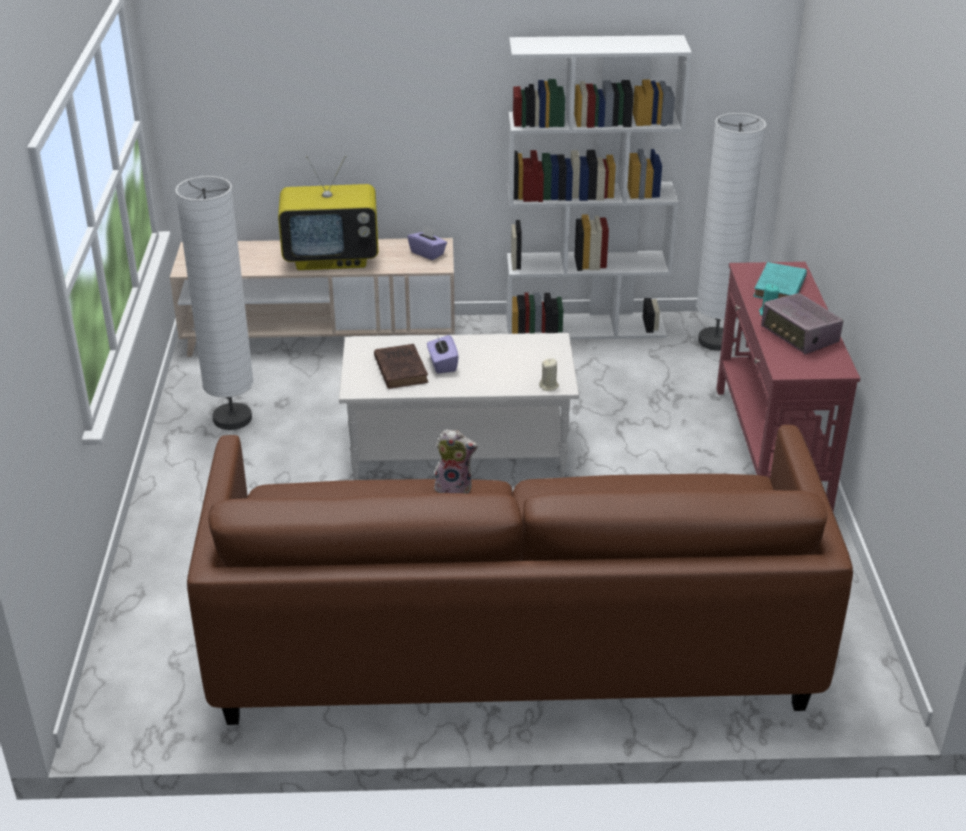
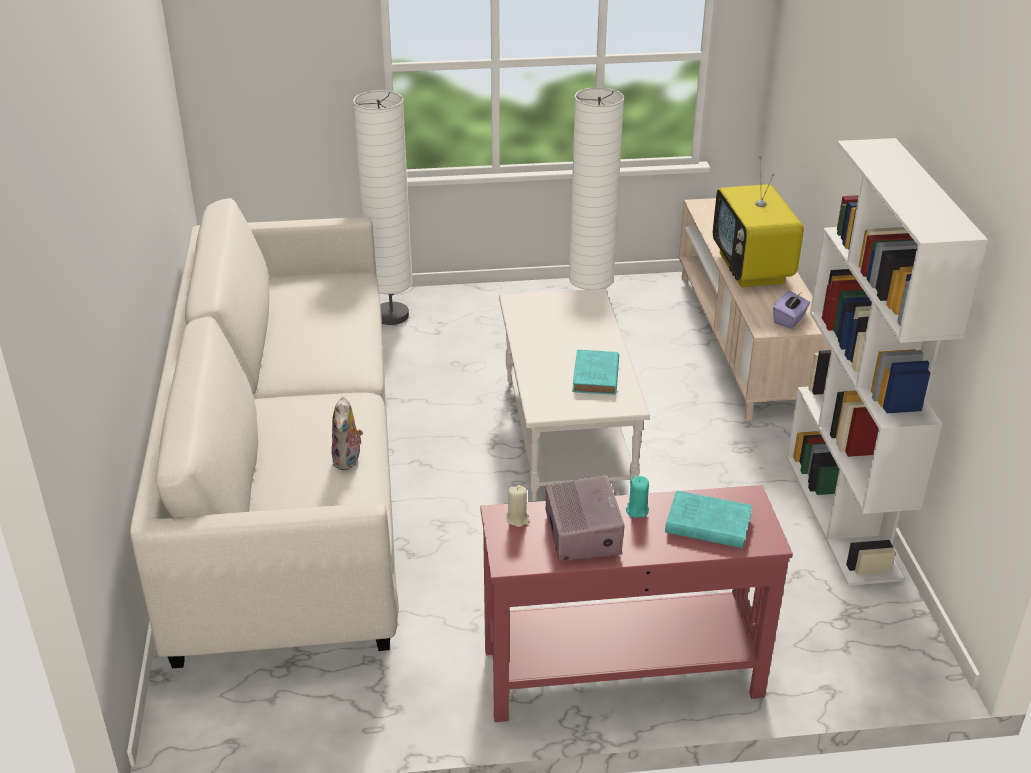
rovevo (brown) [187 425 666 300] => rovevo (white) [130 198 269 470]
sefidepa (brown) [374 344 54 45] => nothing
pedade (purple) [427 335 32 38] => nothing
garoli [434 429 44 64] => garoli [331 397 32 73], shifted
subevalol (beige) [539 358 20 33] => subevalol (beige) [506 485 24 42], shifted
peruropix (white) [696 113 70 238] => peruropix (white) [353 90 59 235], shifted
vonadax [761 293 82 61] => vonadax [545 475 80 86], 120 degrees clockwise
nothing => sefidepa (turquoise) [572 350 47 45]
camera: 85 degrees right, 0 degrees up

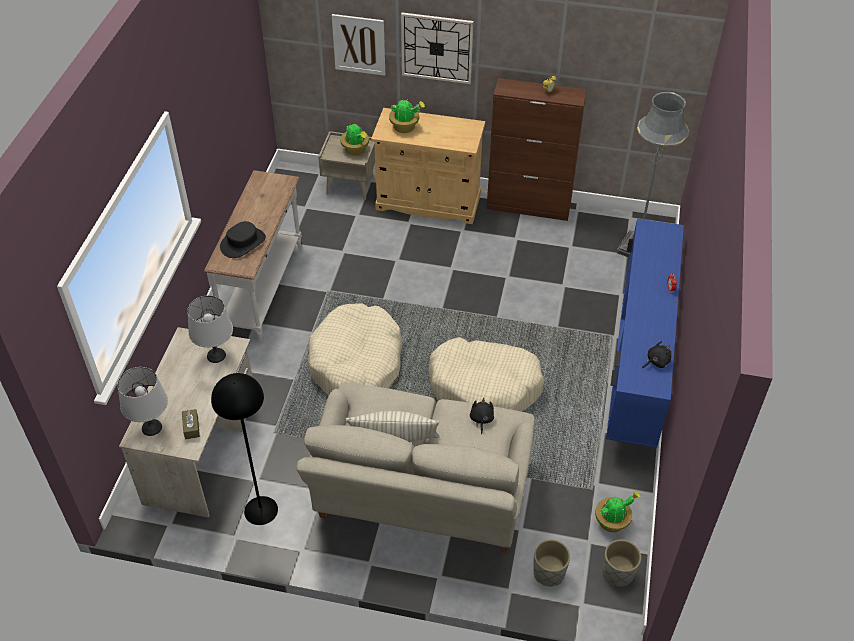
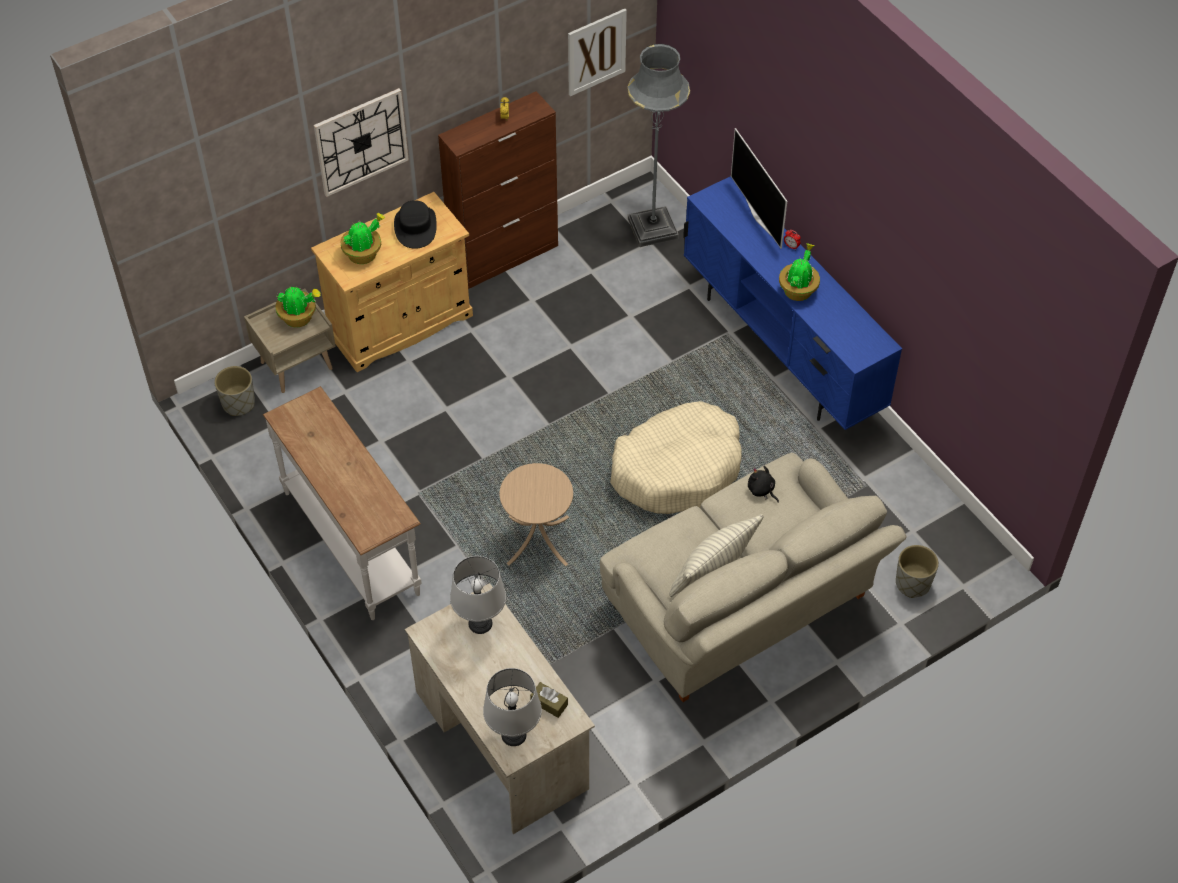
peruropix (black) [211 373 67 152] => nothing
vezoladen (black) [220 221 46 37] => vezoladen (black) [394 200 43 49], shifted
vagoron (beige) [307 303 95 93] => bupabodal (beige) [500 463 73 103]
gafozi [332 14 53 62] => gafozi [568 9 59 87], shifted
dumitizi [595 491 46 41] => dumitizi [779 243 41 58], shifted
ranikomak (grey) [603 539 38 48] => ranikomak (grey) [214 366 41 50], shifted
garoli (black) [642 341 29 27] => nothing
nothing => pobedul [731 128 56 121]
camera: 45 degrees left, 5 degrees up

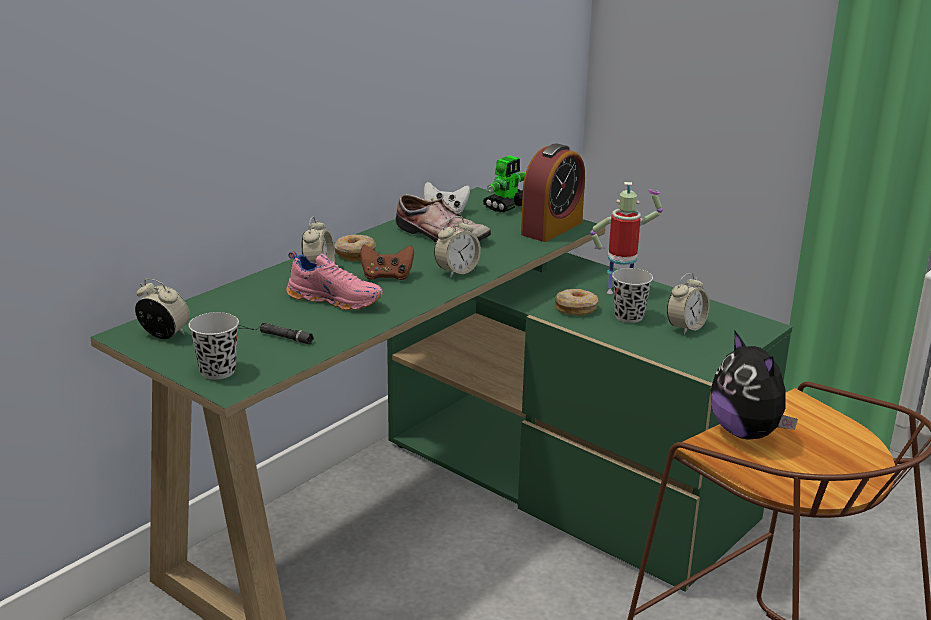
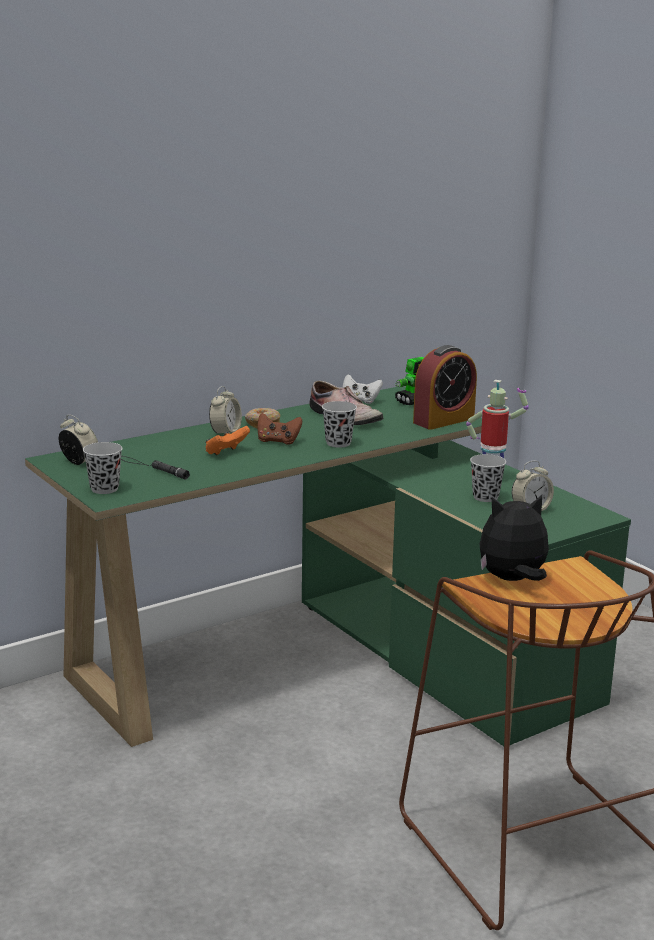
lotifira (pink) [286 251 97 59] => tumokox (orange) [206 426 44 29]
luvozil [434 216 47 62] => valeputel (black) [322 401 35 47]
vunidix [555 289 43 27] => nothing
garoli [710 330 88 110] => garoli [479 495 70 86], 90 degrees clockwise
camera: 15 degrees right, 5 degrees down

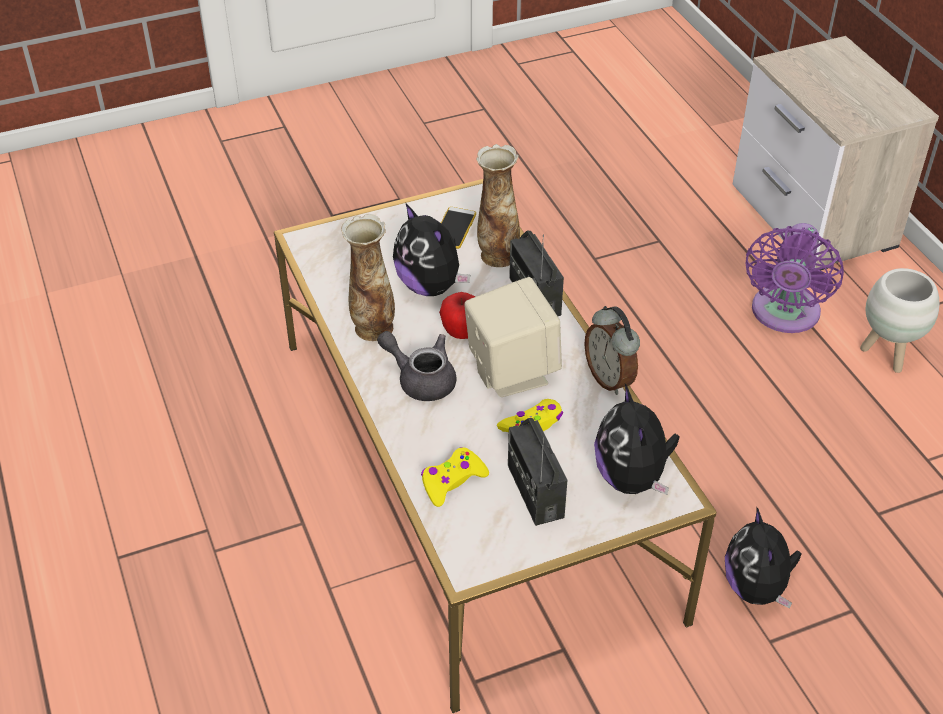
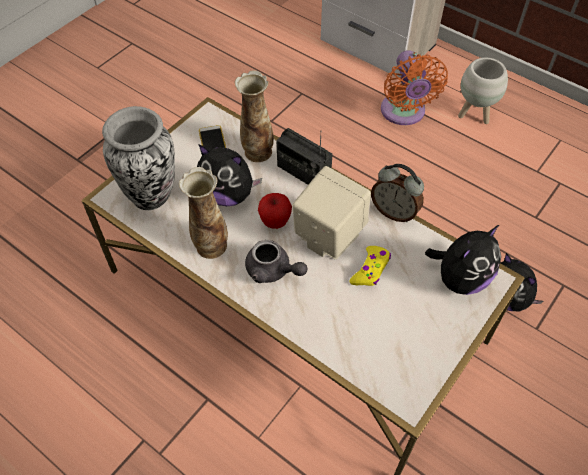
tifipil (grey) [377 331 79 70] => tifipil (grey) [245 240 62 43], 150 degrees counterclockwise
tumokox (yellow) [421 447 68 60] => nothing
vonadax [508 418 59 108] => nothing
garoli [594 384 86 111] => garoli [425 225 76 70], 90 degrees counterclockwise
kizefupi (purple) [746 223 98 110] => kizefupi (orange) [381 50 67 75]
nothing => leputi [102 106 73 104]
camera: 30 degrees left, 10 degrees up

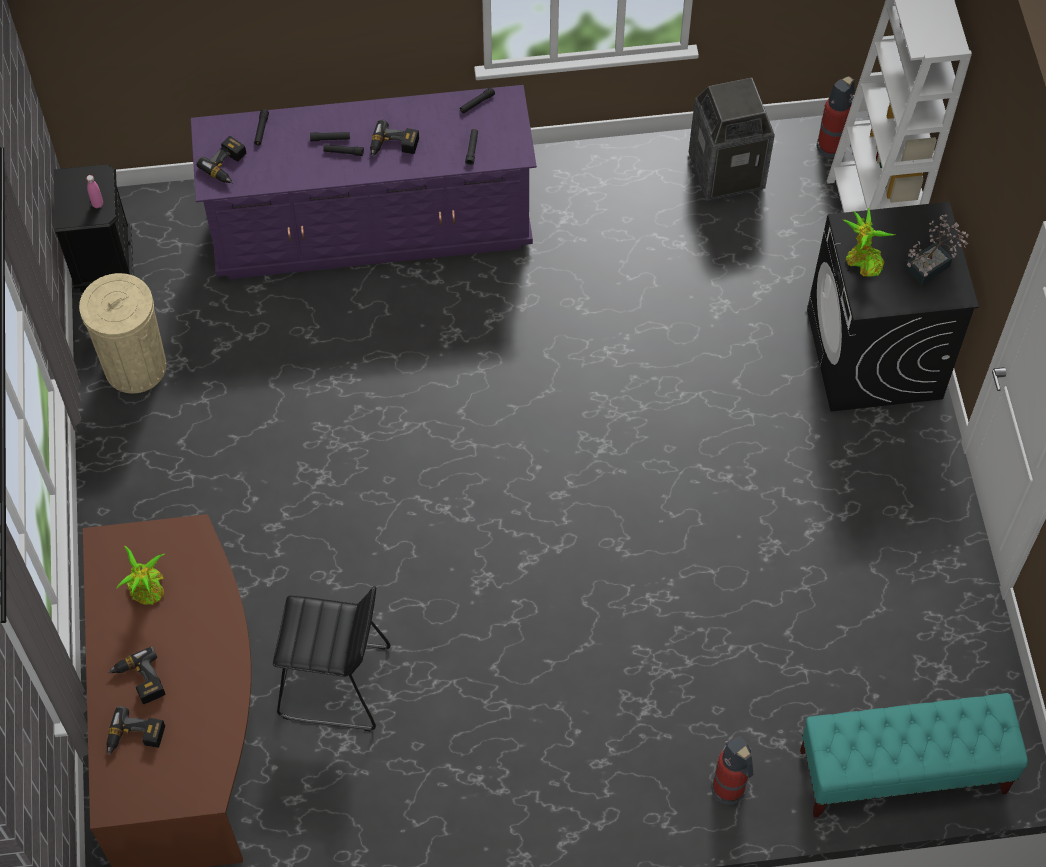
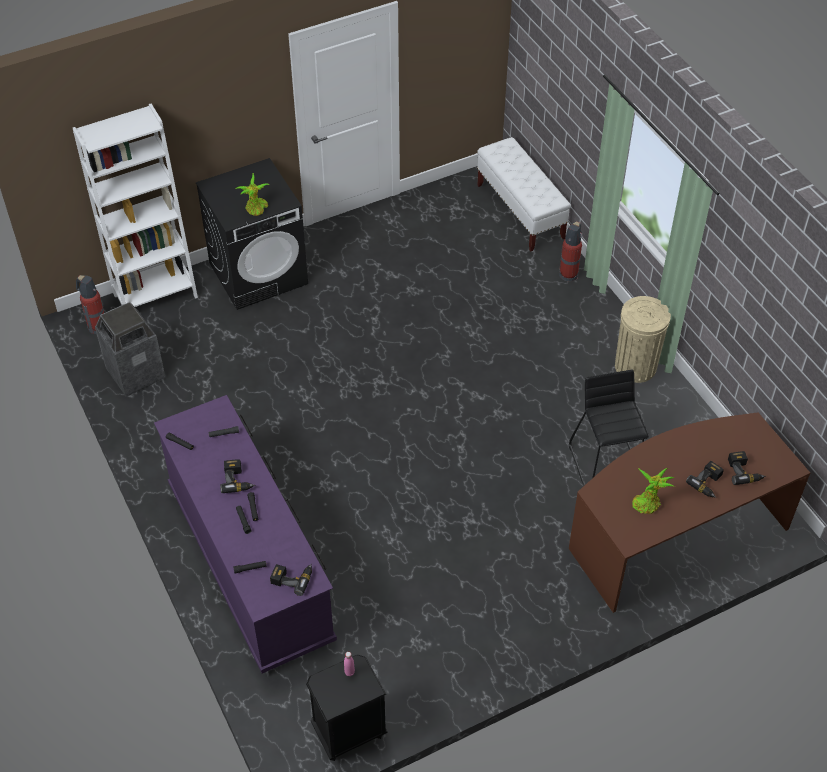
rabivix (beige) [79 273 88 120] => rabivix (beige) [615 296 56 87], shifted
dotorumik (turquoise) [800 693 228 124] => dotorumik (white) [477 137 94 115]
dumitizi [905 214 64 71] => nothing
camera: 110 degrees left, 10 degrees down

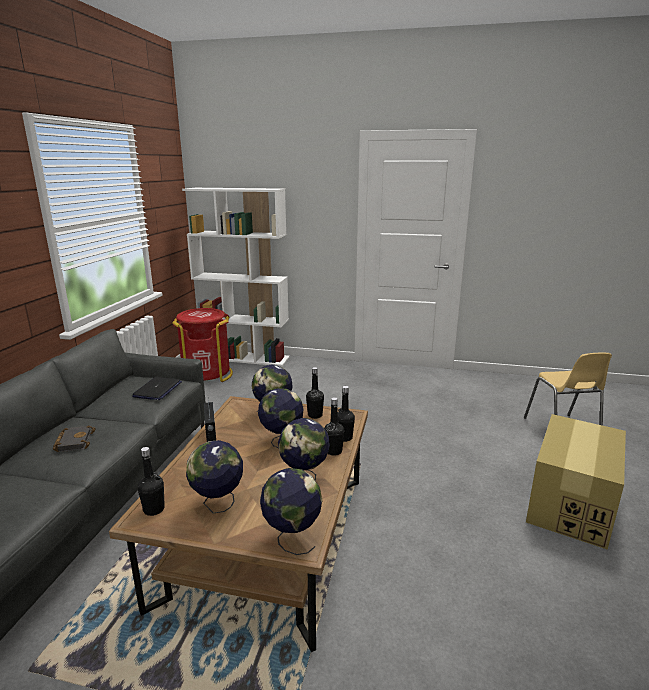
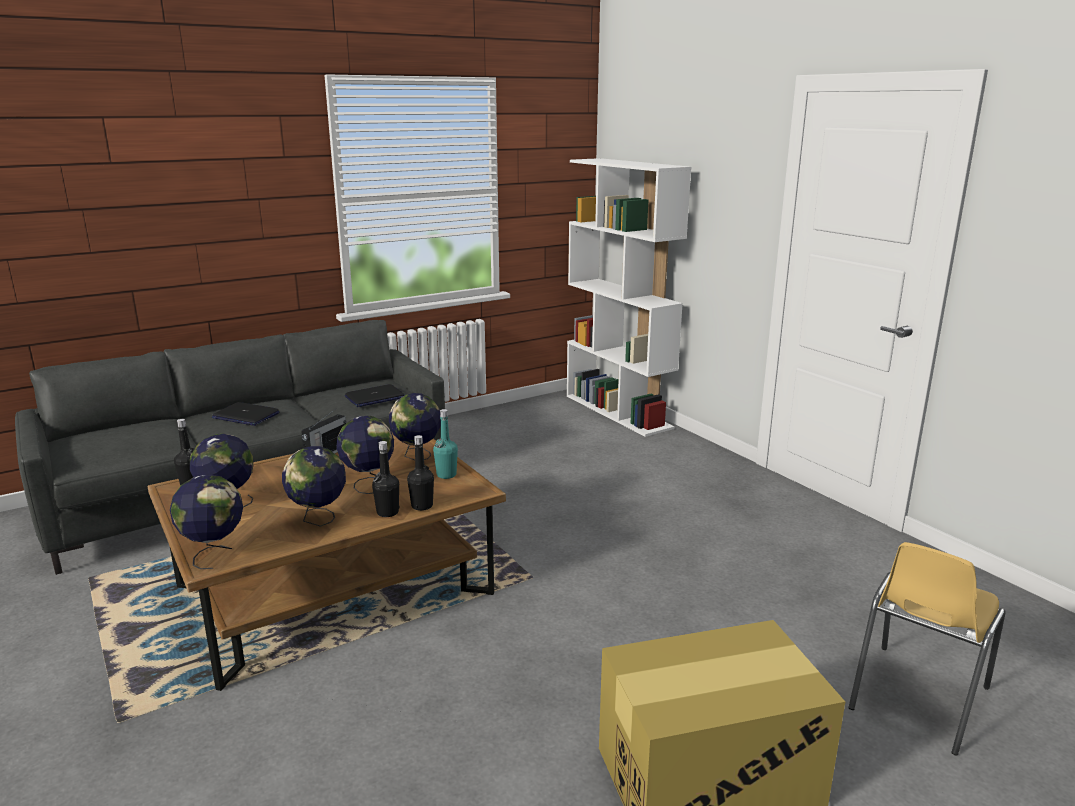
sefidepa (black) [53 425 43 27] => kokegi [212 402 68 24]
rabivix (red) [172 308 61 74] => nothing
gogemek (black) [306 367 18 52] => gogemek (turquoise) [433 409 25 70]
camera: 45 degrees right, 0 degrees up

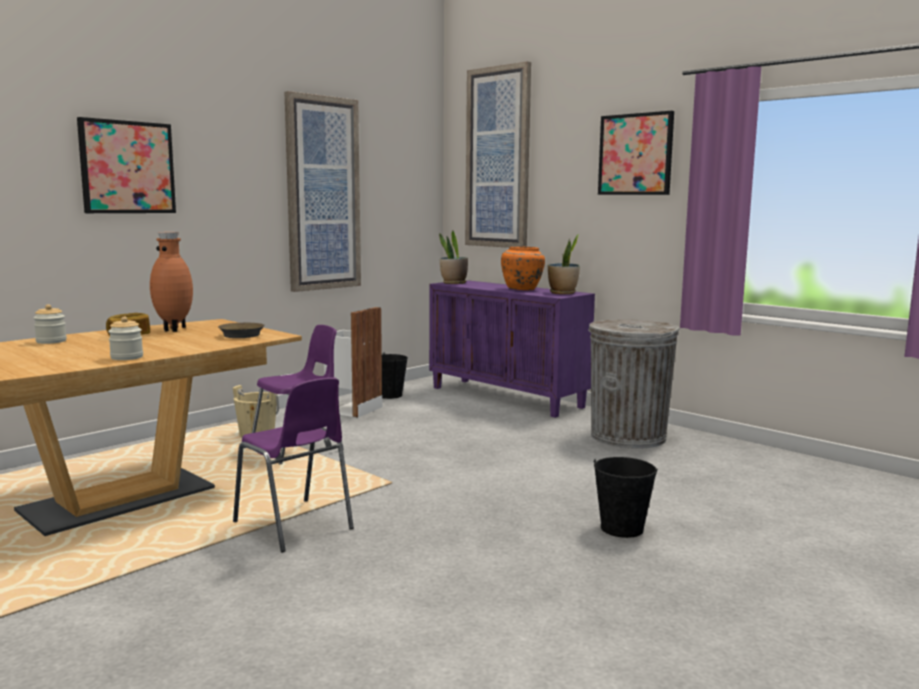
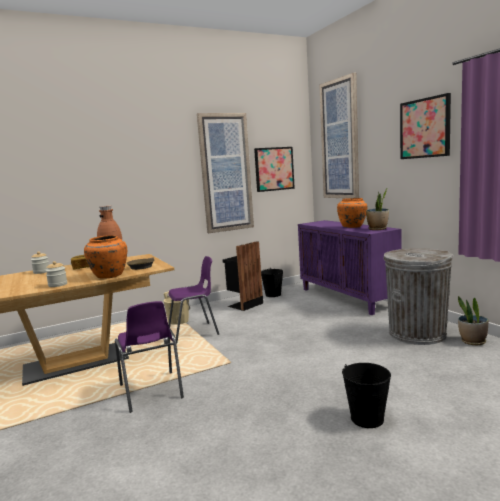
gafozi [77 117 99 96] => gafozi [254 147 41 45], shifted
rabivix (white) [324 307 58 111] => rabivix (black) [223 241 40 70]
dumitizi [439 230 29 54] => dumitizi [458 296 30 49], shifted
nothing => leputi (orange) [84 235 43 44]
camera: 20 degrees right, 0 degrees up

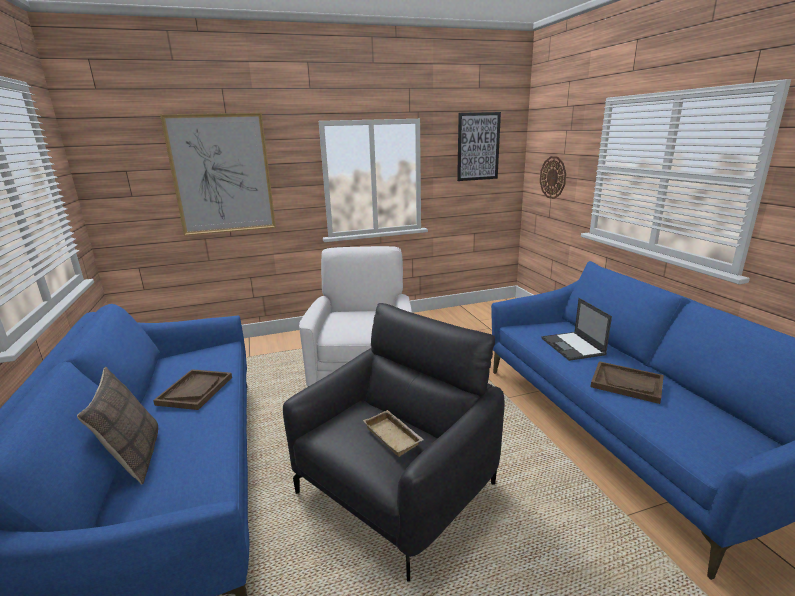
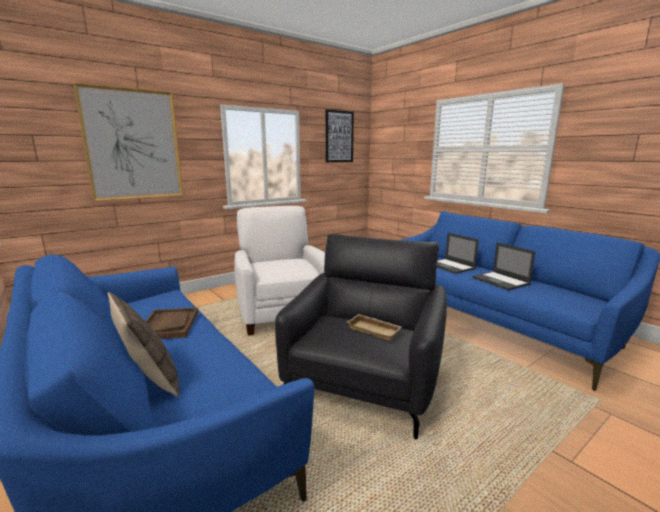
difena [540 156 26 43] => nothing
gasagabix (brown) [590 361 74 43] => kokegi [473 242 62 48]
camera: 20 degrees left, 5 degrees down

